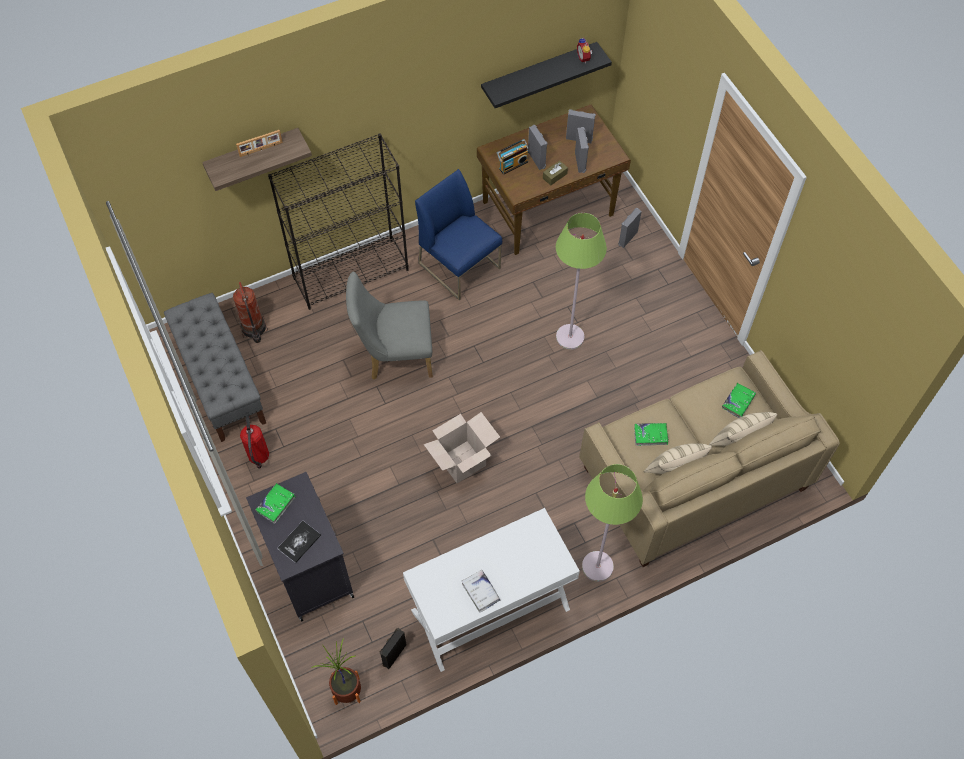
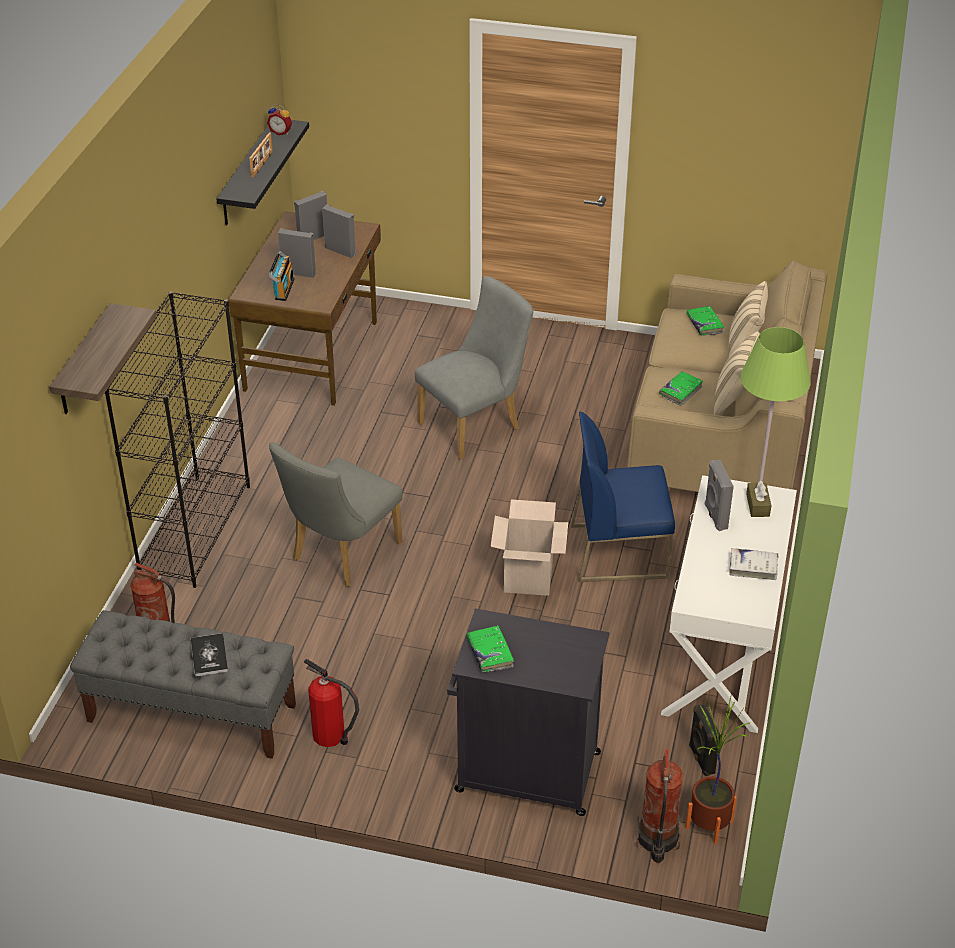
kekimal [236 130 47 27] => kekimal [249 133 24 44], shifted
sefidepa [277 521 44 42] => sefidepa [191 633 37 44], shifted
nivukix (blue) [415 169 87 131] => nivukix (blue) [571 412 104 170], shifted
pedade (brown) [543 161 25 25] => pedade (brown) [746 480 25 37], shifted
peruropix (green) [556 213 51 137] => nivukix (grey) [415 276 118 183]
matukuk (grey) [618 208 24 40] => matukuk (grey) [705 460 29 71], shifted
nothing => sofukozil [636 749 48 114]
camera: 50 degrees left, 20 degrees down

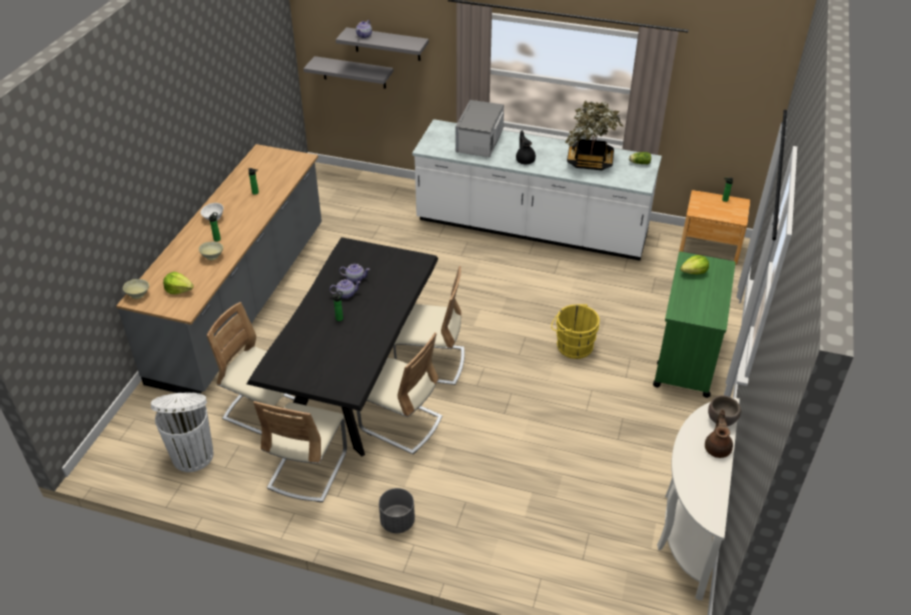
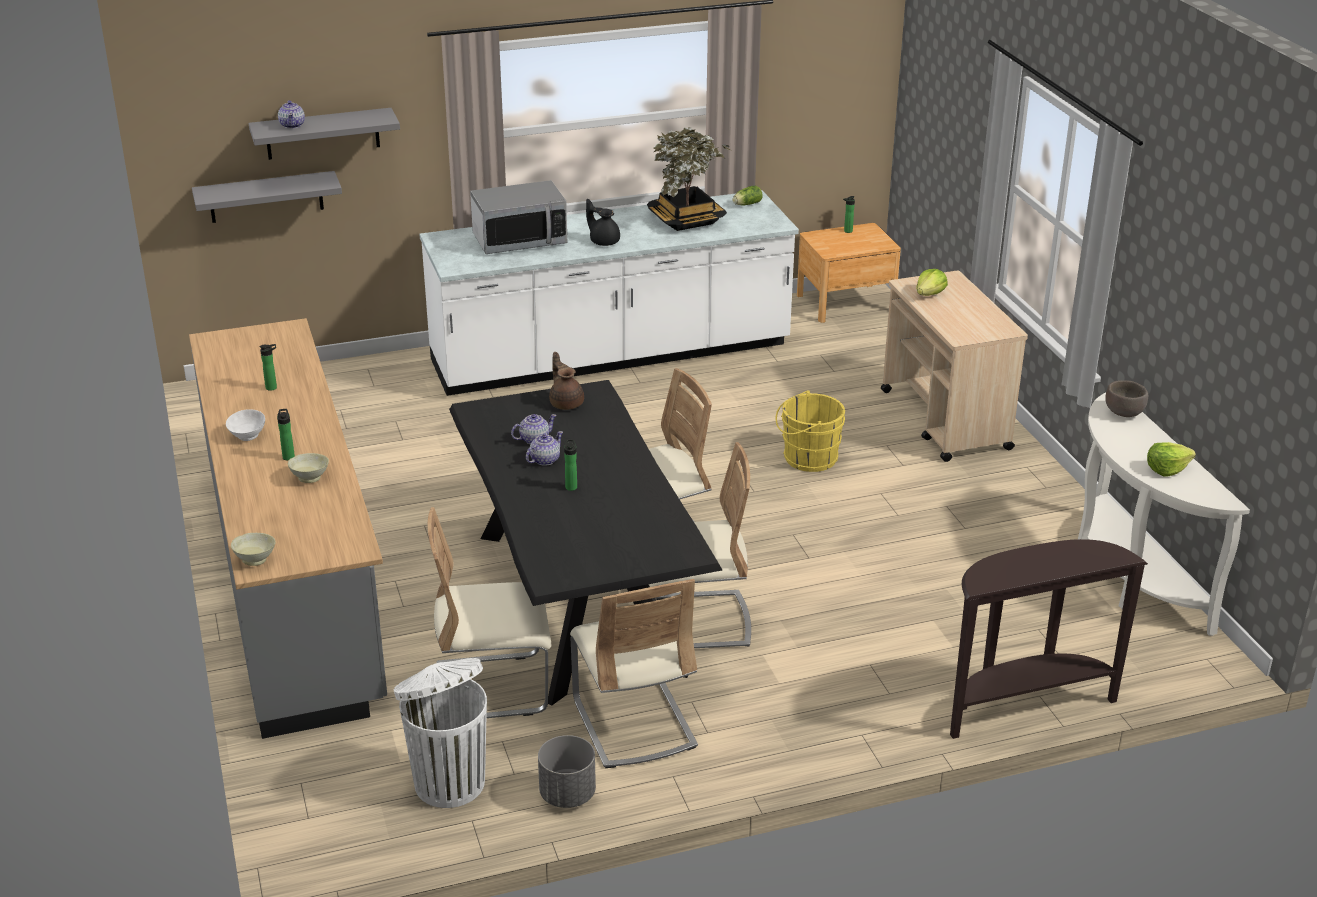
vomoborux [163 272 31 22] => vomoborux [1147 442 49 35], shifted
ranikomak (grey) [379 488 36 45] => ranikomak (grey) [538 735 58 73], shifted
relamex [456 100 48 57] => relamex [470 180 97 74], 90 degrees counterclockwise
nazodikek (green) [653 252 83 146] => nazodikek (beige) [881 271 147 191]
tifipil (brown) [705 410 28 48] => tifipil (brown) [549 352 35 58], shifted
nothing => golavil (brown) [950 539 198 200]
camera: 35 degrees left, 10 degrees down

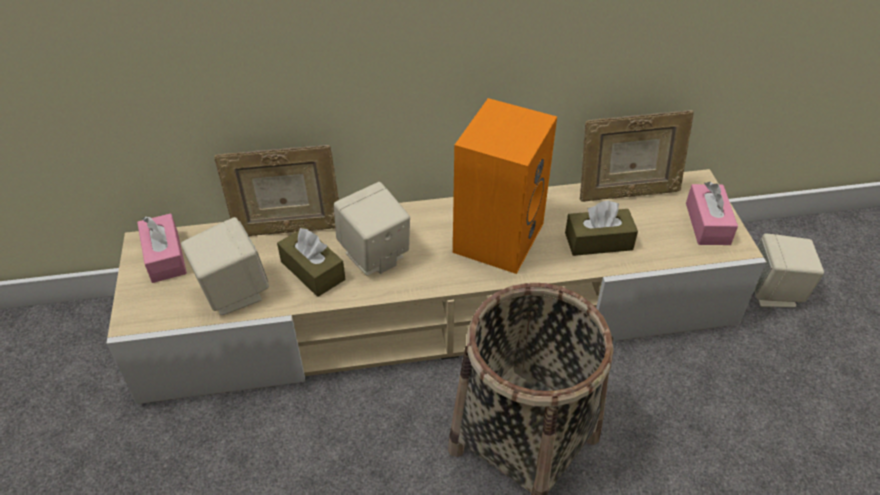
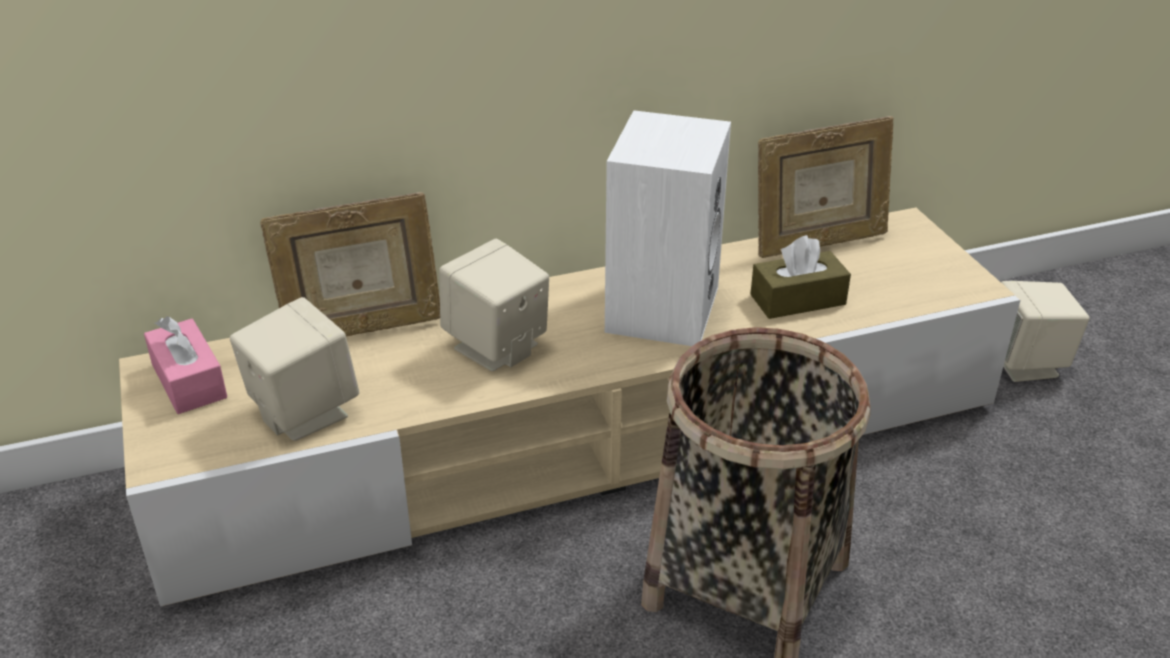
pedade (brown) [277 227 68 70] => nothing
matukuk (orange) [453 98 104 176] => matukuk (white) [605 110 126 236]
pedade (pink) [686 182 52 63] => nothing
camera: 10 degrees left, 10 degrees down

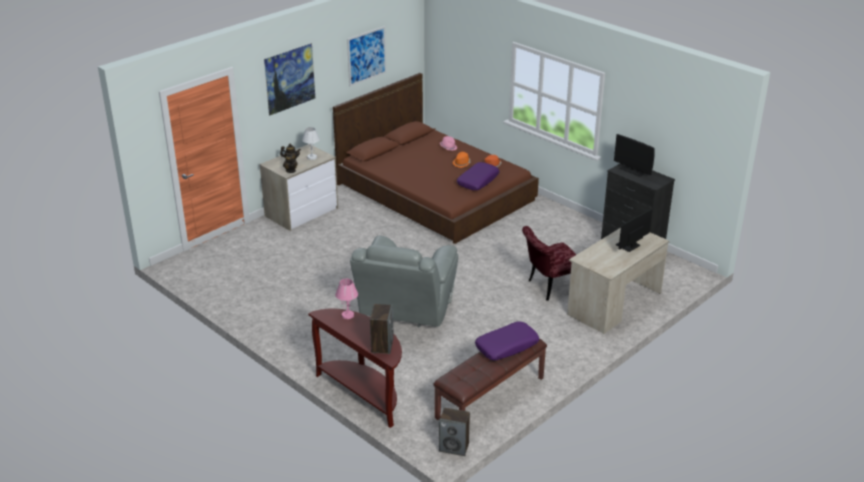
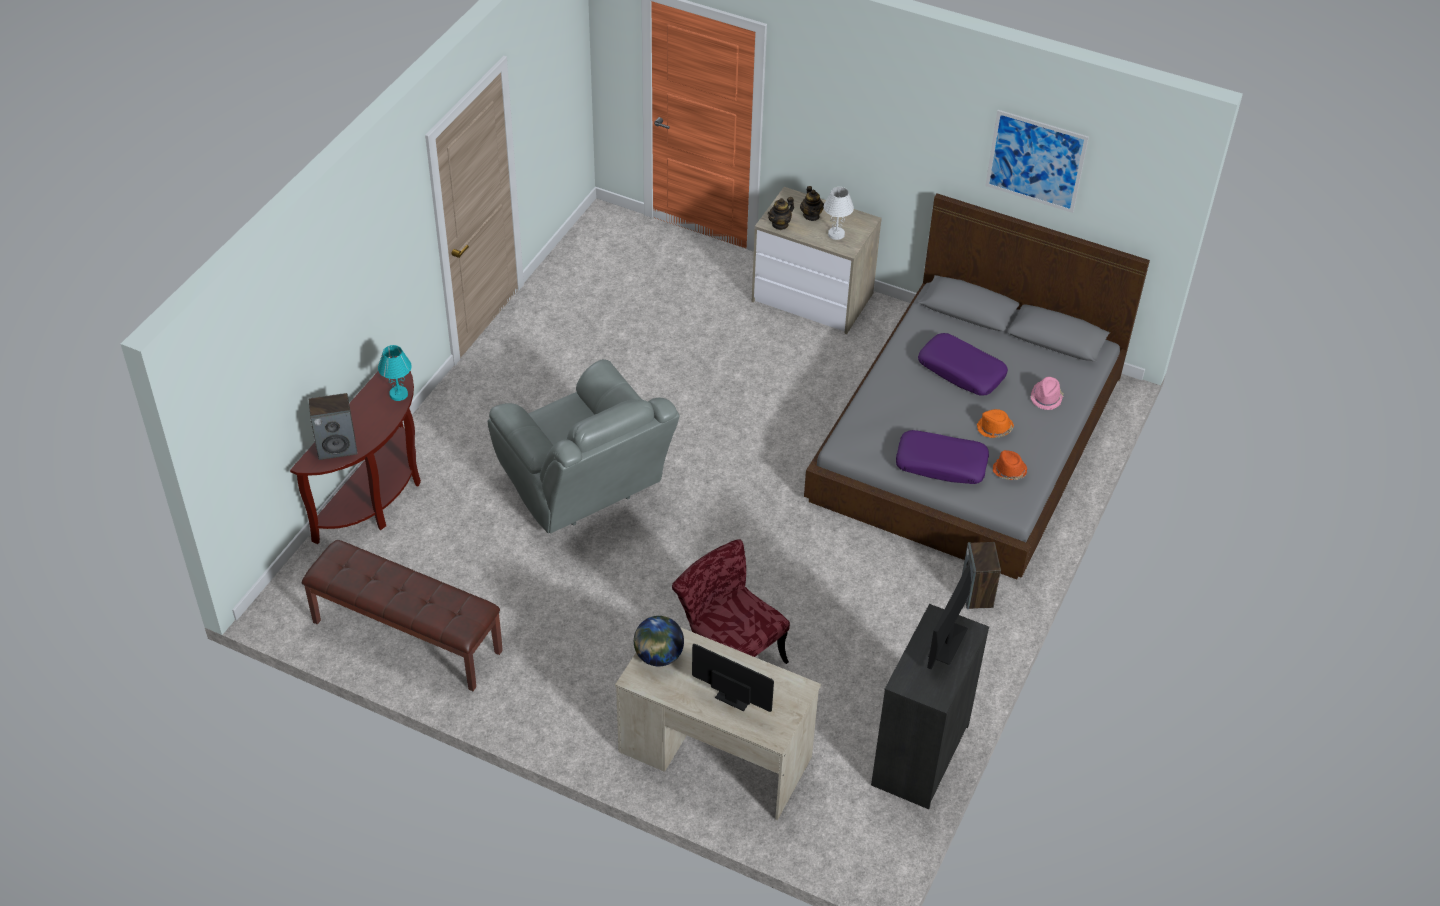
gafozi [264 43 51 73] => nothing
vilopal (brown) [333 73 206 171] => vilopal (grey) [804 193 346 387]
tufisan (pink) [335 279 23 40] => tufisan (turquoise) [378 345 34 56]
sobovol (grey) [350 235 108 92] => sobovol (grey) [488 359 192 174], 120 degrees counterclockwise
matukuk [439 408 31 48] => matukuk [962 542 39 67], shifted
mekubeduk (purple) [475 321 64 39] => mekubeduk (purple) [918 333 90 63], shifted
nothing => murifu [634 616 50 50]
camera: 70 degrees right, 15 degrees up

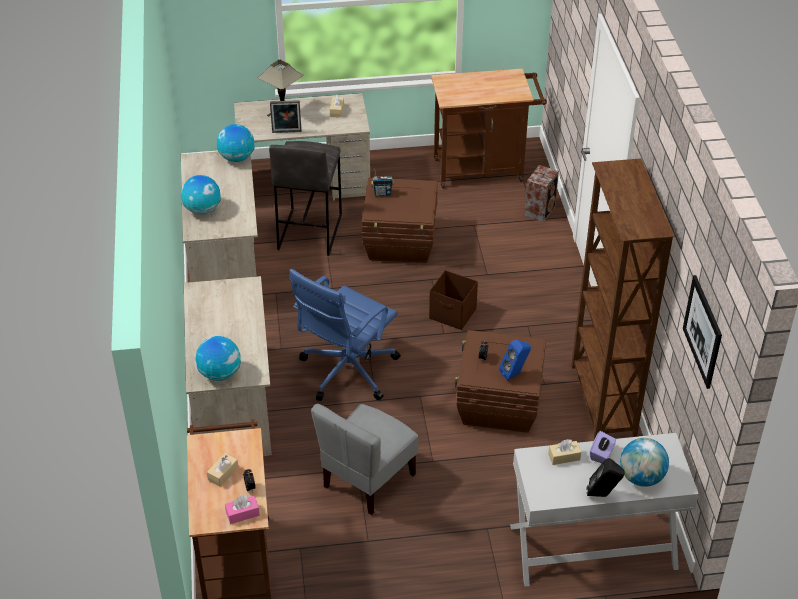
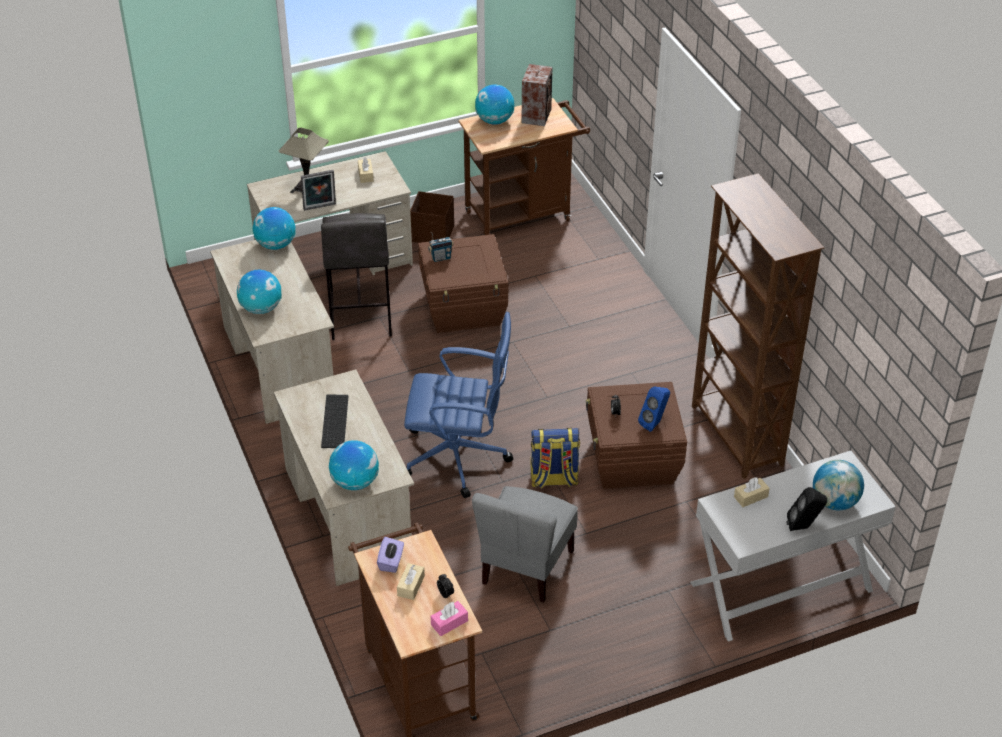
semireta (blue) [289 269 112 132] => semireta (blue) [404 312 109 186], 105 degrees counterclockwise
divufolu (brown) [429 270 49 60] => divufolu (brown) [410 191 44 52], shifted
matukuk [524 165 35 57] => matukuk [522 64 31 62], shifted
pedade (purple) [590 431 26 32] => pedade (purple) [377 537 27 36], shifted
gafozi [683 275 39 114] => nothing
nothing => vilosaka [321 394 28 54]
nothing => murifu [475 85 39 40]
nothing => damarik [531 428 49 60]
camera: 15 degrees left, 0 degrees up

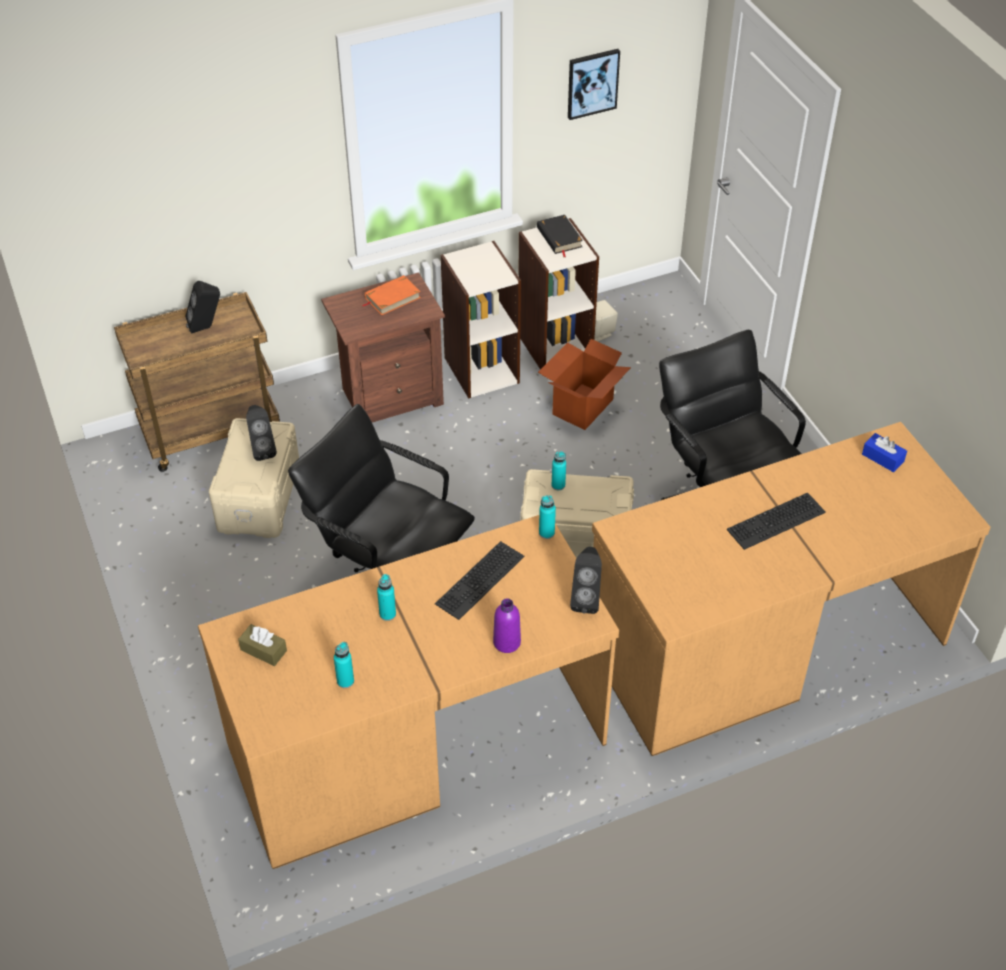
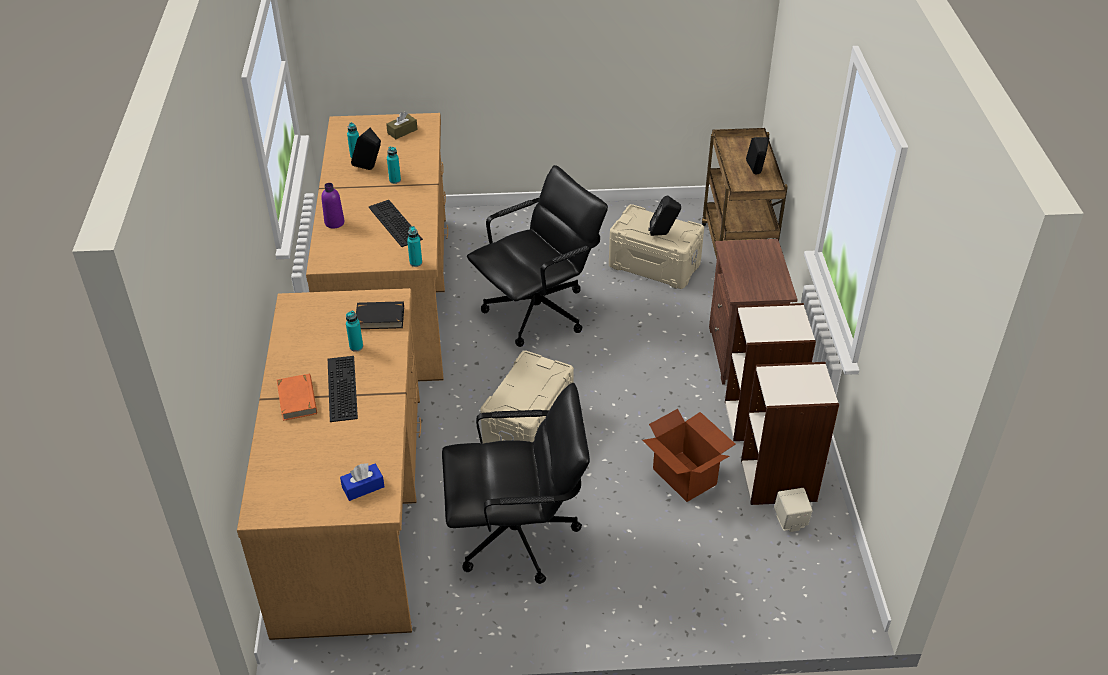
sefidepa (orange) [362 275 59 40] => sefidepa (orange) [277 374 40 47], shifted
sefidepa (black) [537 215 46 42] => sefidepa (black) [356 301 48 28], shifted
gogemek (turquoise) [552 451 14 39] => gogemek (turquoise) [346 311 17 41], shifted
gafozi [568 49 52 71] => nothing
matukuk (black) [570 547 32 67] => matukuk (black) [351 128 30 42], shifted
camera: 110 degrees right, 5 degrees down

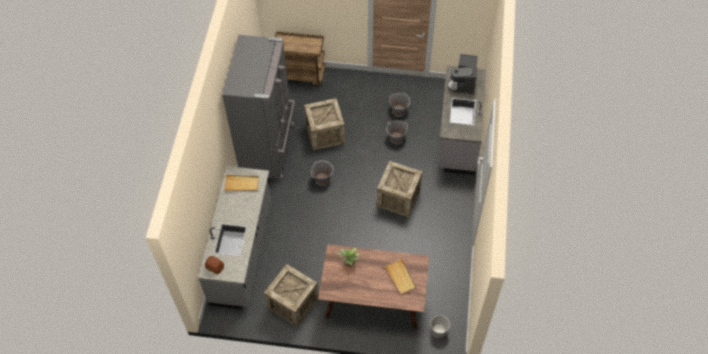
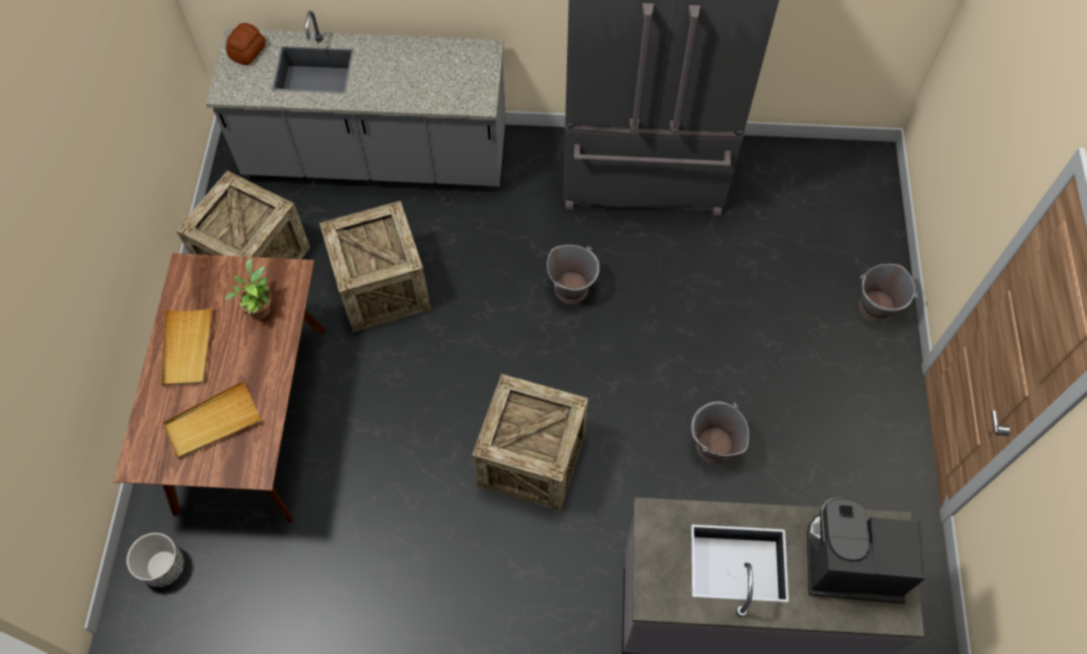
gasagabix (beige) [224 175 35 16] => gasagabix (beige) [161 306 52 80], shifted
nazodikek (brown) [275 31 50 56] => nothing
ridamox [304 98 41 52] => ridamox [319 201 112 131], shifted
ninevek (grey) [389 92 21 25] => ninevek (grey) [859 264 59 59], shifted
camera: 85 degrees right, 5 degrees up

